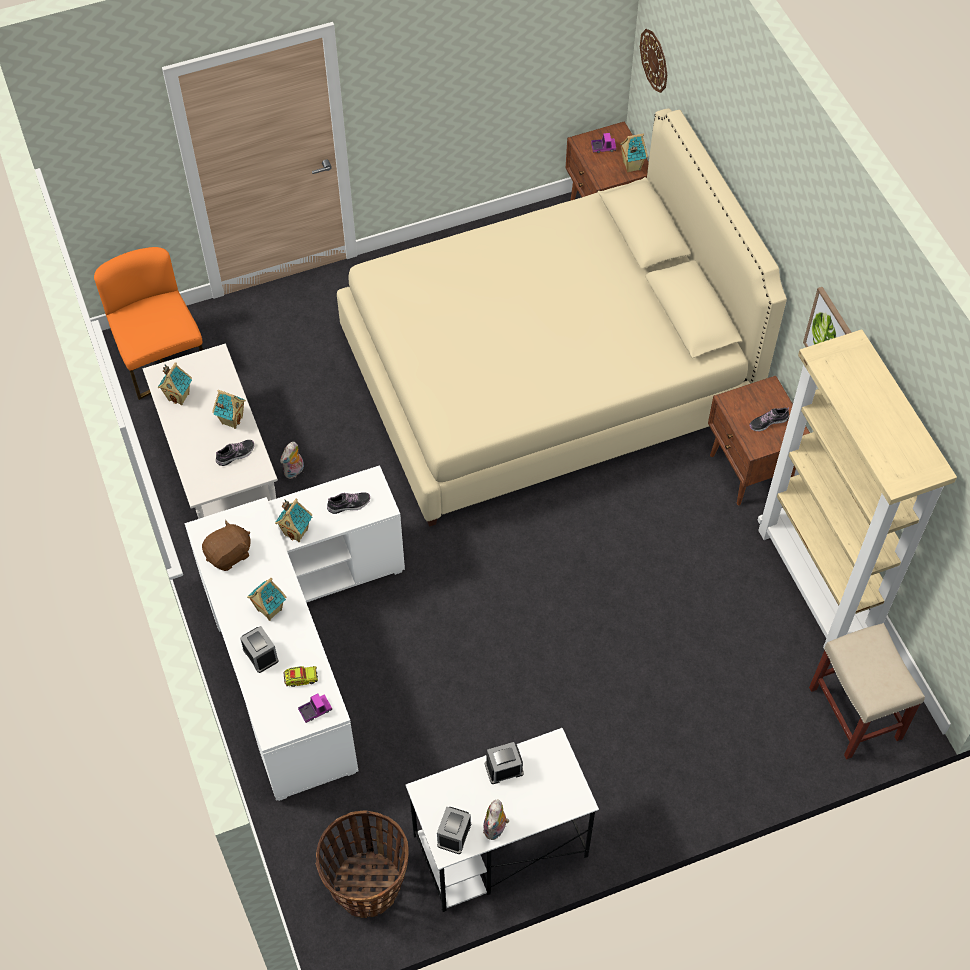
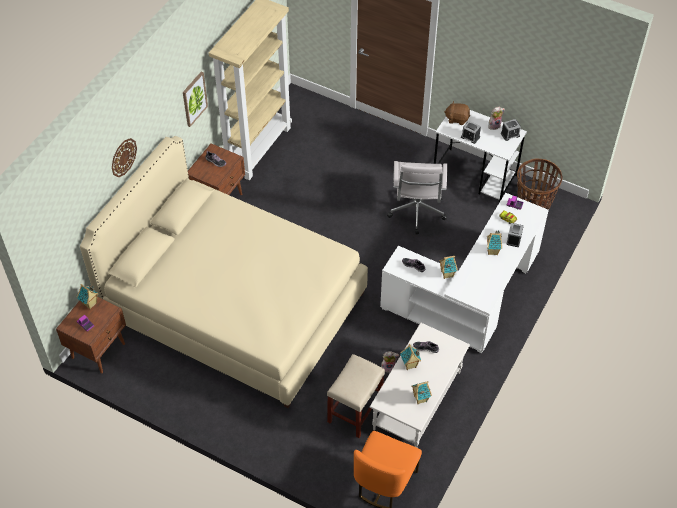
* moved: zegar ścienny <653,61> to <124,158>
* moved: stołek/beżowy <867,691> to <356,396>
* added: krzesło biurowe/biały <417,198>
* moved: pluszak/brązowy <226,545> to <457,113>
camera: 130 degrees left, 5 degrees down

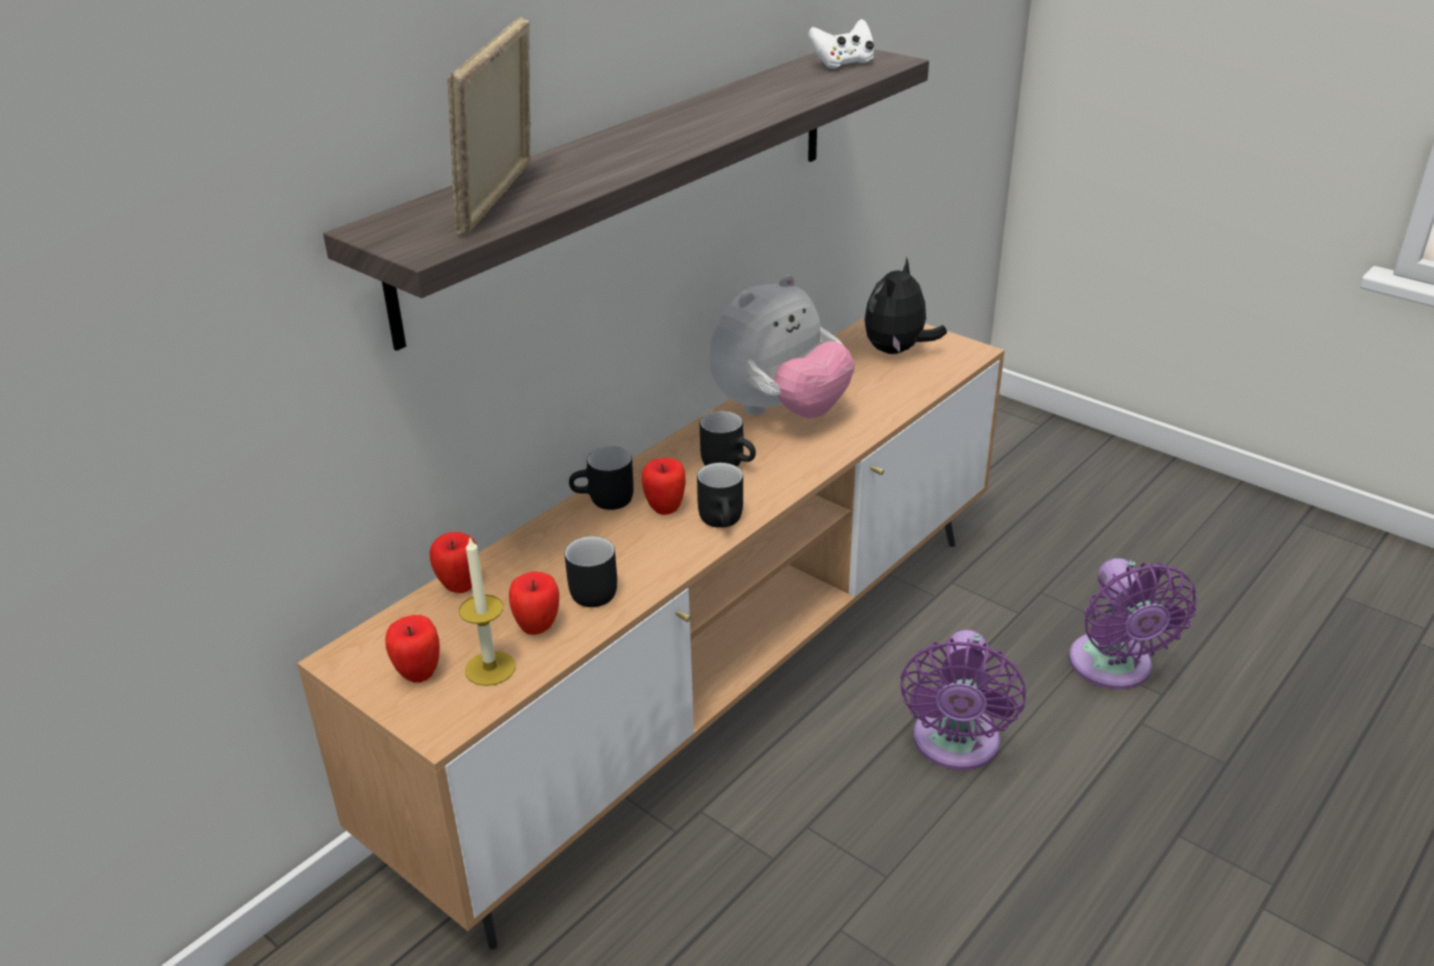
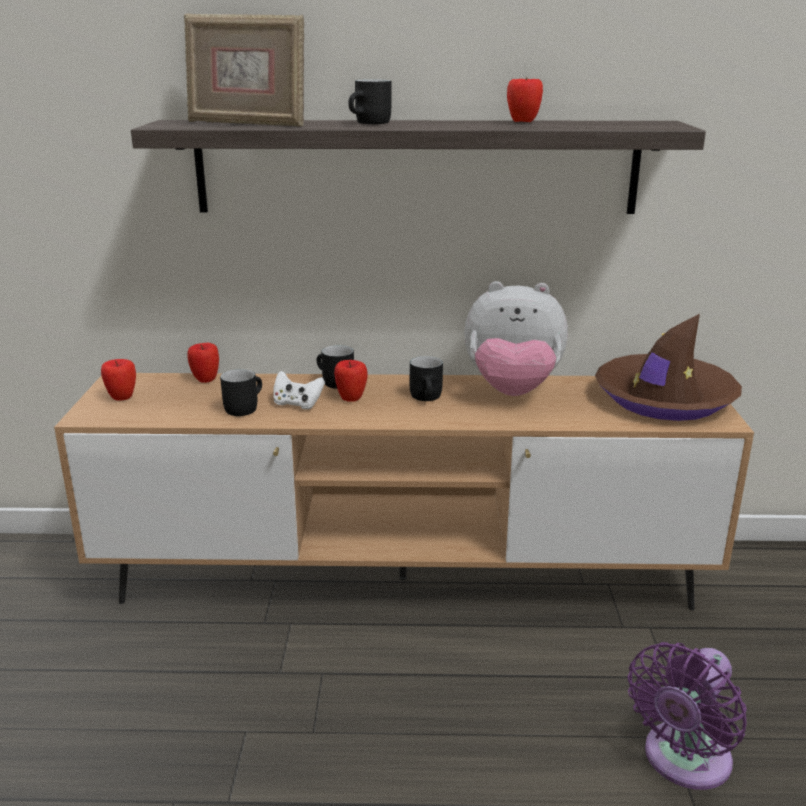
* turned: ramka na zdjęcie <489,126> = <244,70> 135 degrees counterclockwise
* moved: pad do gier/biały <841,44> to <299,390>
* moved: kubek/czarny <720,495> to <369,101>
* moved: jabłko <534,603> to <525,99>
* replaced: pluszak <905,305> to kapelusz/brązowy <668,367>
* removed: świeca <487,612>
* removed: wentylator/fioletowy <963,700>
camera: 50 degrees right, 10 degrees down

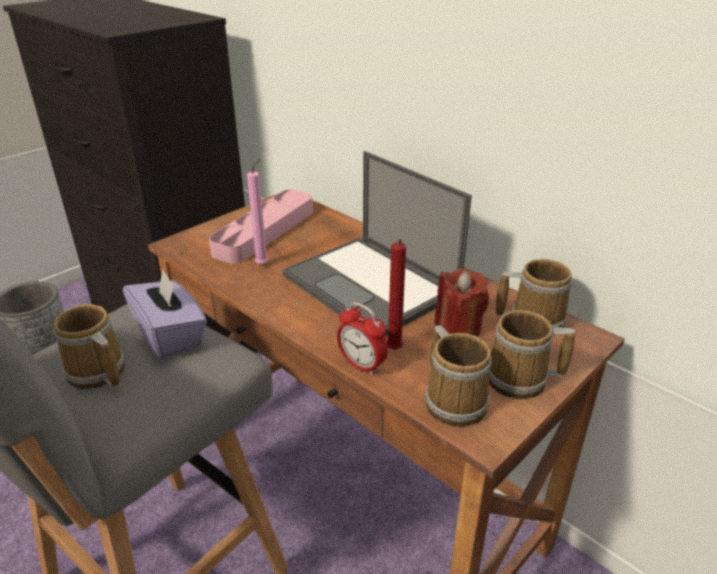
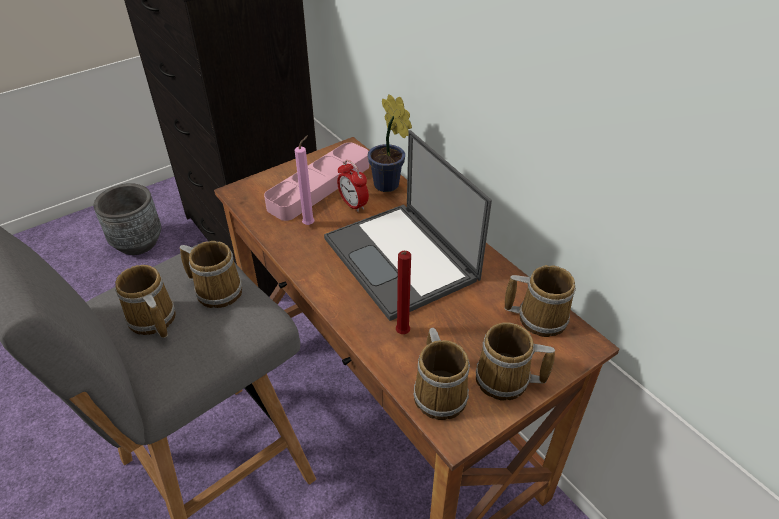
* replaced: pudełko chusteczek/fioletowy <165,314> to kubek <211,274>
* moved: budzik <362,339> to <353,186>
* added: roślina doniczkowa <389,143>
* removed: świeca/czerwony <461,303>
camera: 10 degrees right, 10 degrees up

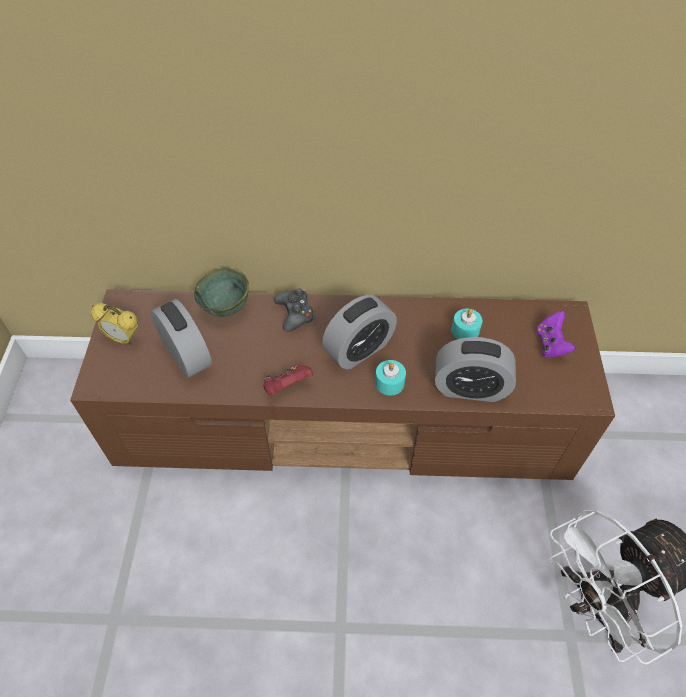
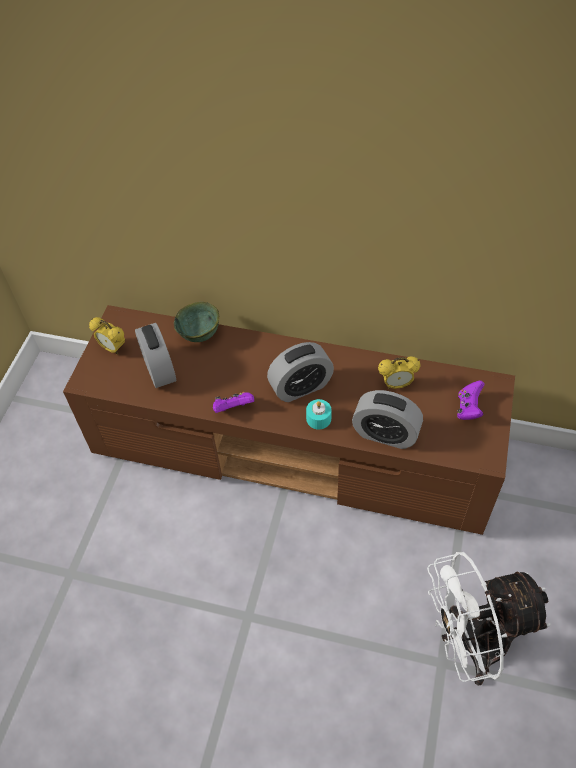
* recoloured: pad do gier/czerwony <288,380> to pad do gier/fioletowy <233,402>
* replaced: świeca/turkusowy <467,323> to budzik <399,373>
* removed: pad do gier/czarny <294,310>
camera: 15 degrees right, 0 degrees up

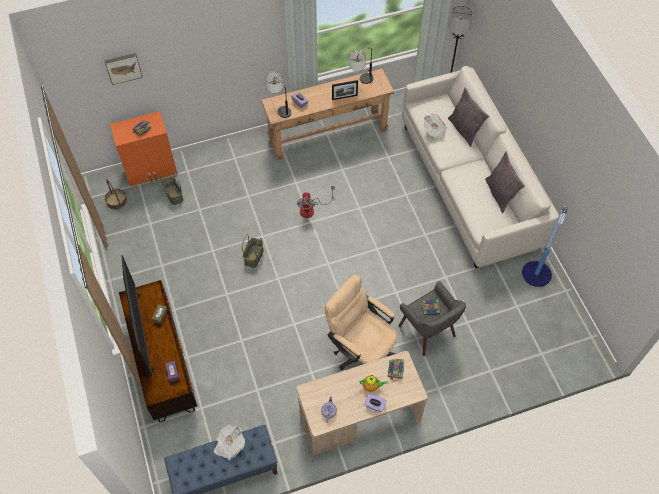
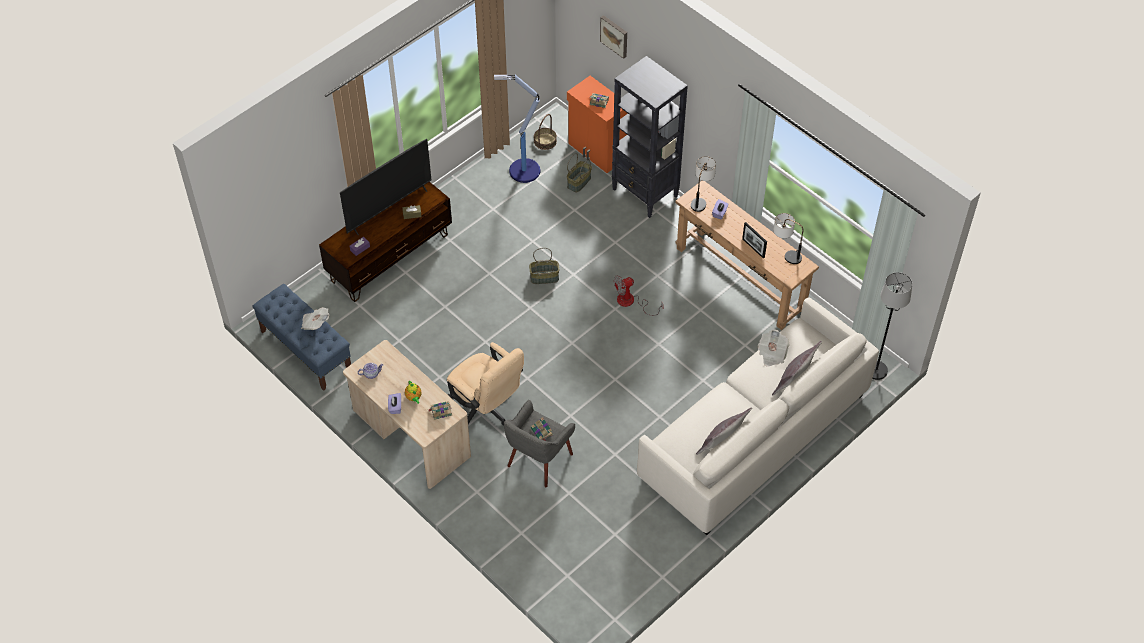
* turned: krzesło biurowe/beżowy <361,322> = <485,384> 120 degrees clockwise
* moved: lampa stojąca <545,246> to <517,129>
* added: regał/czarny <650,137>
camera: 65 degrees right, 5 degrees down

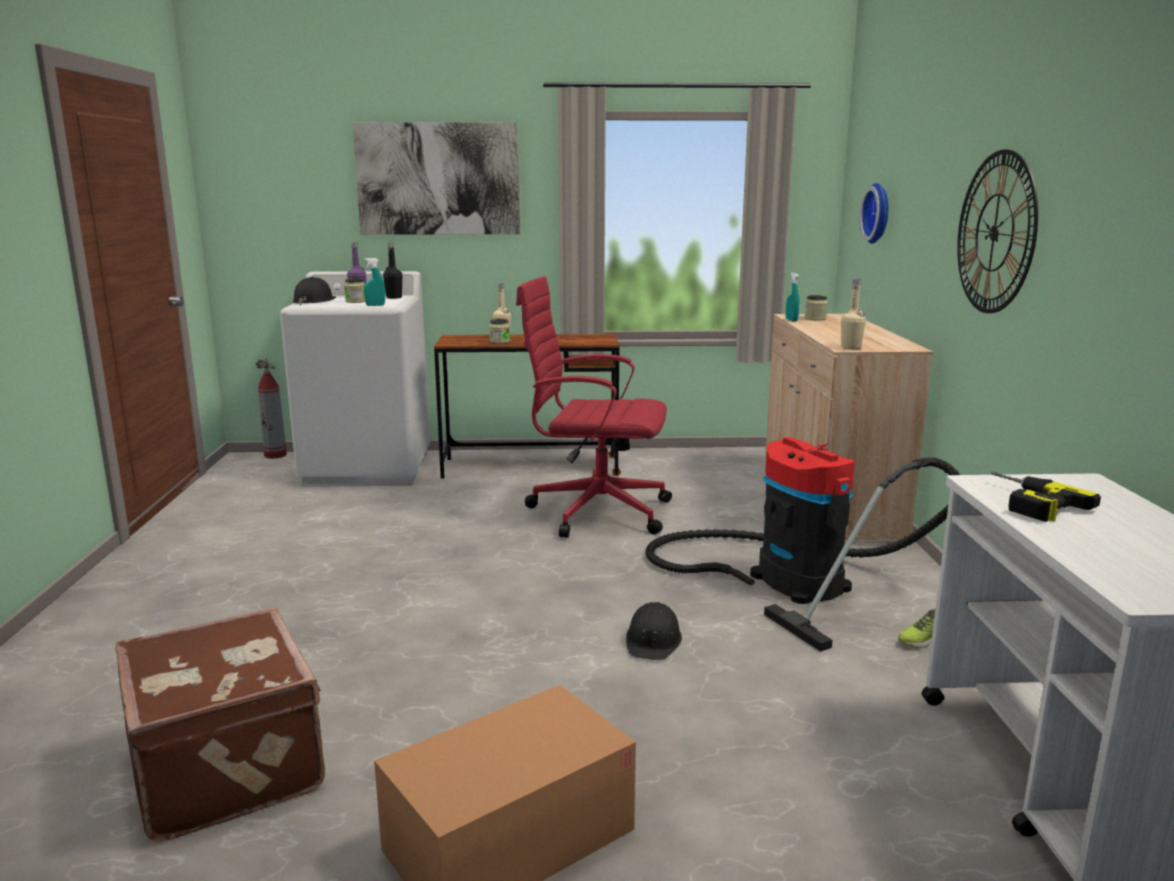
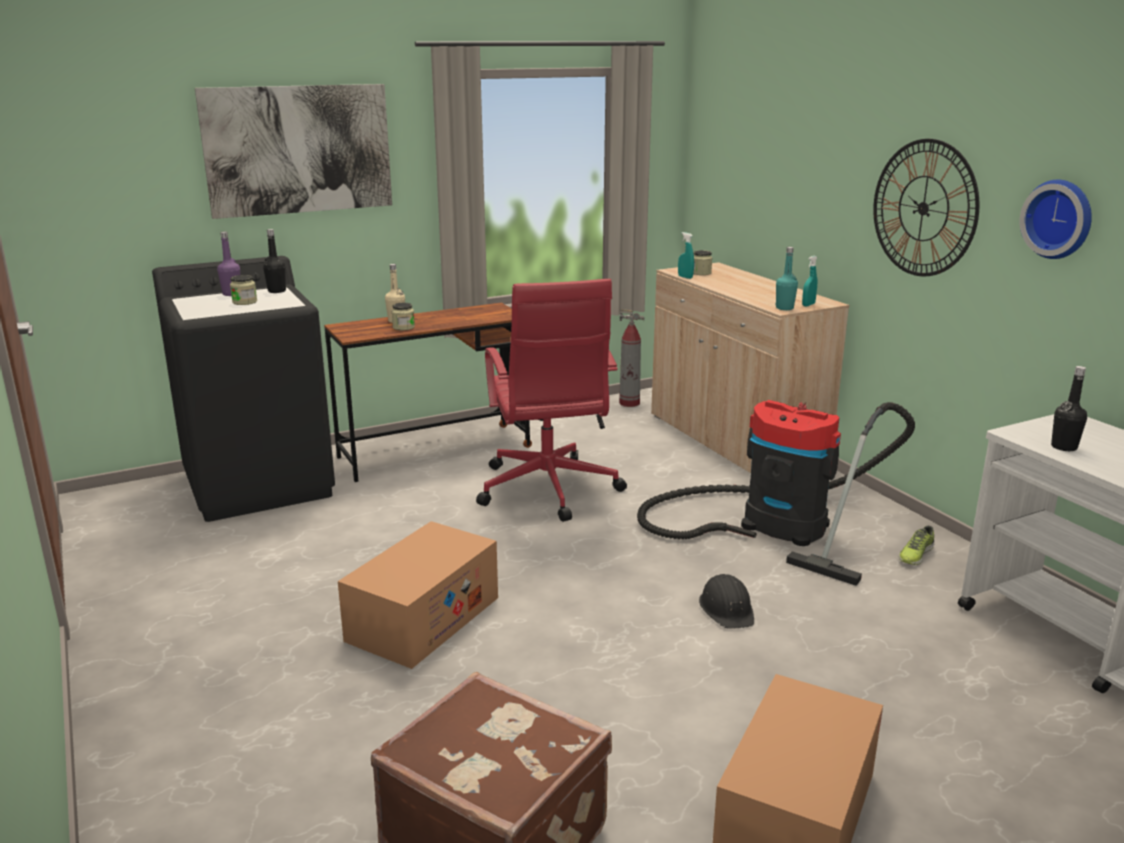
* recoloured: pralka/biały <355,379> to pralka/czarny <243,389>
* added: karton <418,595>
* turned: krzesło biurowe/czerwony <594,407> = <551,400> 90 degrees counterclockwise
* moved: gaśnica <271,407> to <632,358>
* recoloured: butelka/beżowy <853,314> to butelka/turkusowy <786,278>
* moved: spryskiwacz/turkusowy <374,282> to <809,281>
* moved: zegar ścienny <874,213> to <1056,219>
* replaced: wiertarka <1046,496> to butelka/czarny <1069,408>
* removed: kask/czarny <314,291>
camera: 25 degrees left, 5 degrees up

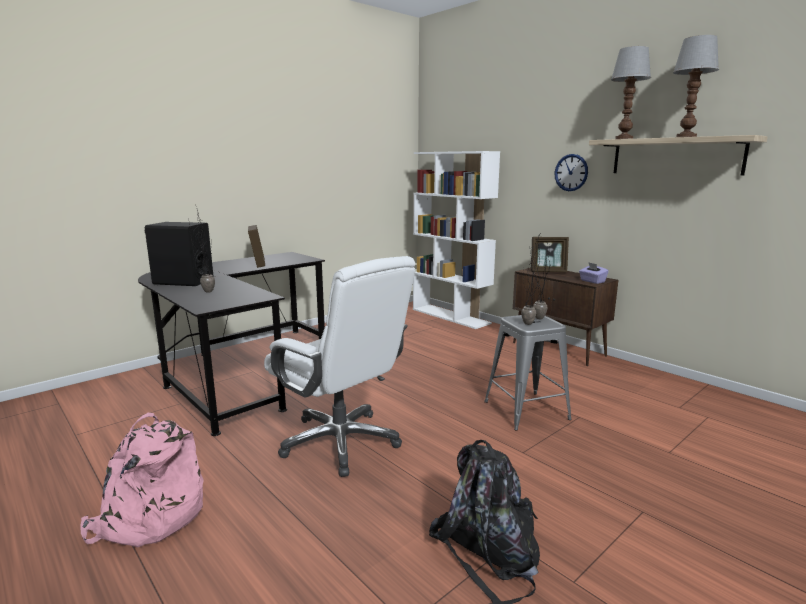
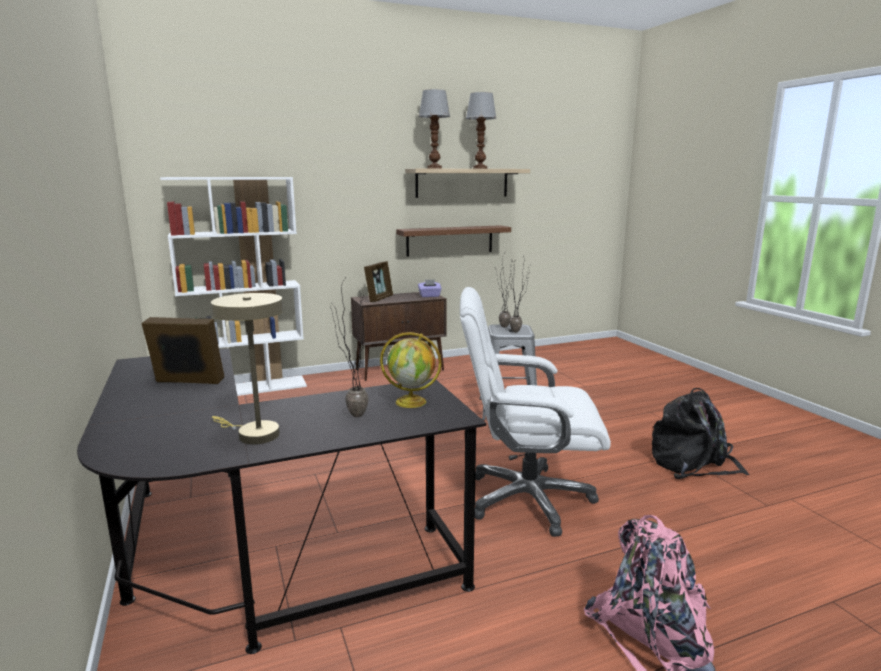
* replaced: głośnik/czarny <179,254> to lampa stołowa/beżowy <247,368>
* added: globus <411,370>
* added: półka/brązowy <453,241>
* turned: krzesło biurowe/biały <339,366> = <535,412> 150 degrees counterclockwise
* removed: zegar ścienny <571,172>
camera: 70 degrees left, 0 degrees up

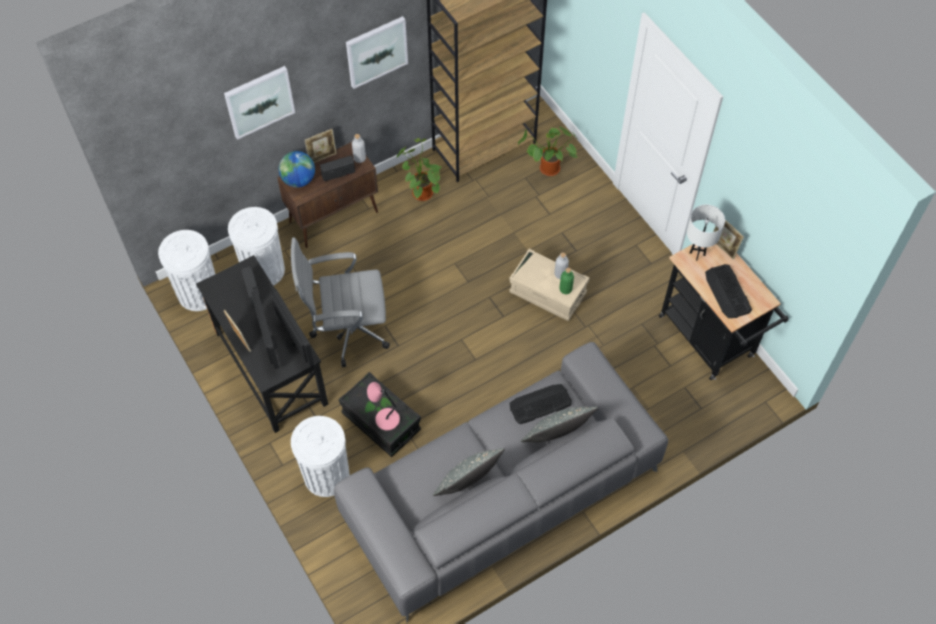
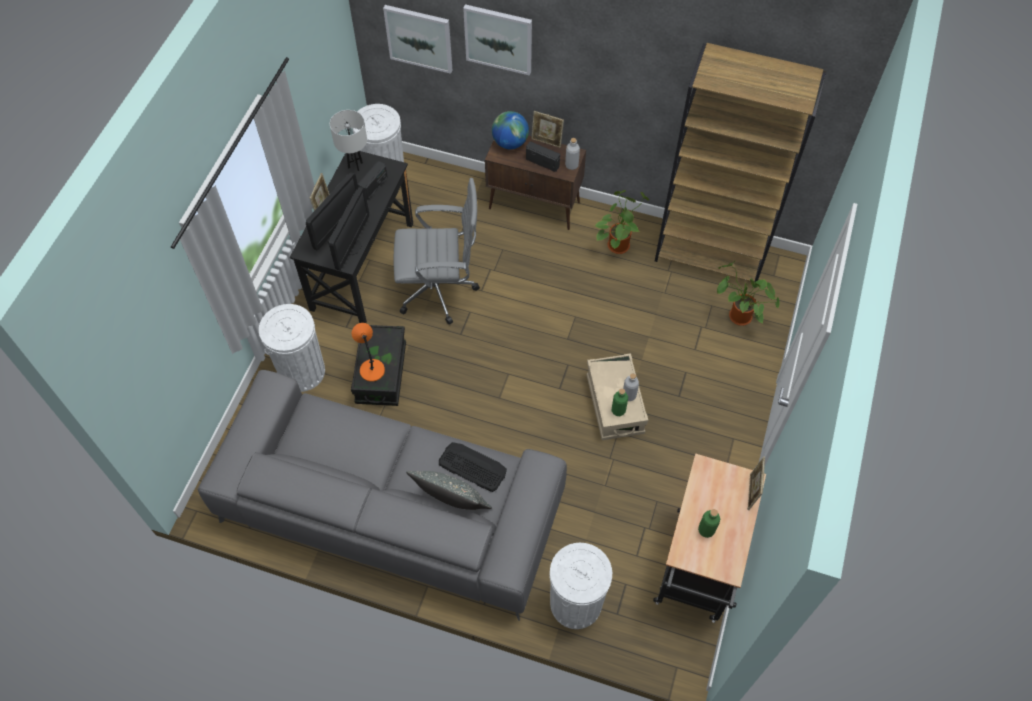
* moved: lampa stołowa/biały <706,233> to <348,140>
* recoloured: lampa stołowa/różowy <383,406> to lampa stołowa/pomarańczowy <368,352>
* moved: obraz <377,52> to <417,39>
* turned: krzesło biurowe/szary <340,302> = <437,251> 135 degrees clockwise
* moved: kosz na śmieci/biały <256,246> to <581,586>
* replaced: klawiatura <728,291> to butelka/zielony <709,523>
* removed: poduszka/szary <468,472>
camera: 50 degrees right, 0 degrees up

